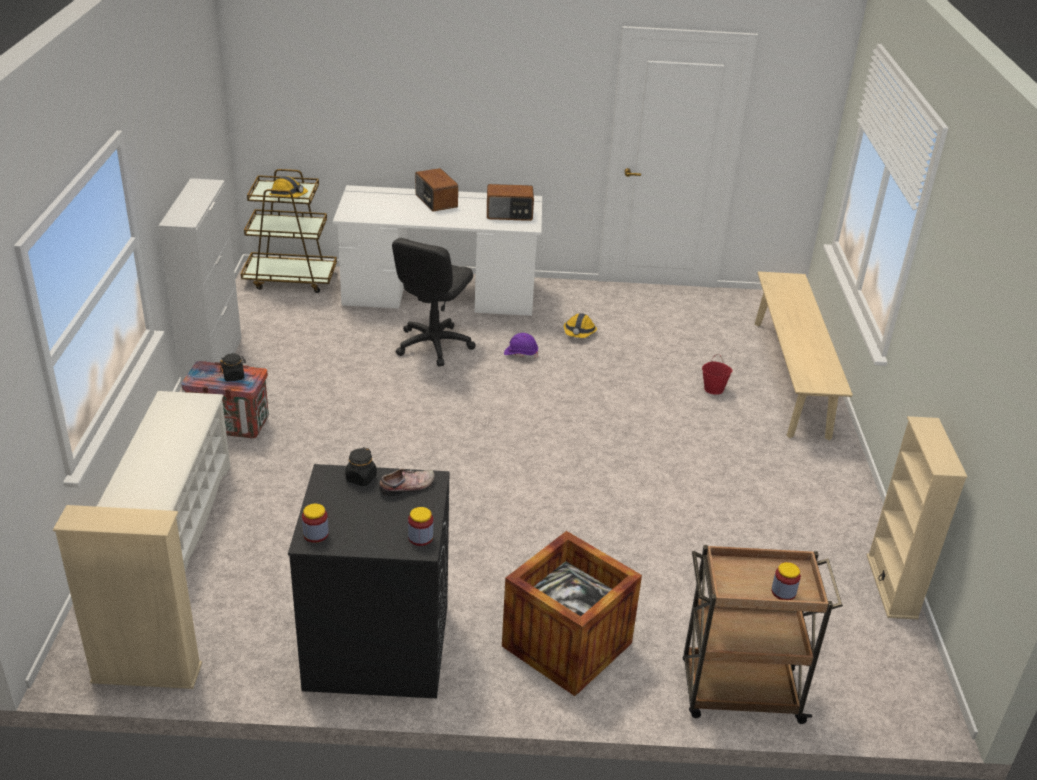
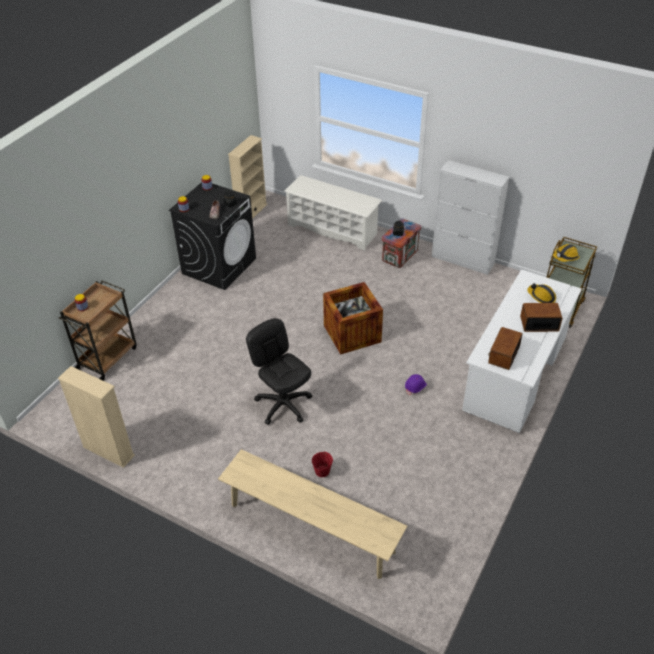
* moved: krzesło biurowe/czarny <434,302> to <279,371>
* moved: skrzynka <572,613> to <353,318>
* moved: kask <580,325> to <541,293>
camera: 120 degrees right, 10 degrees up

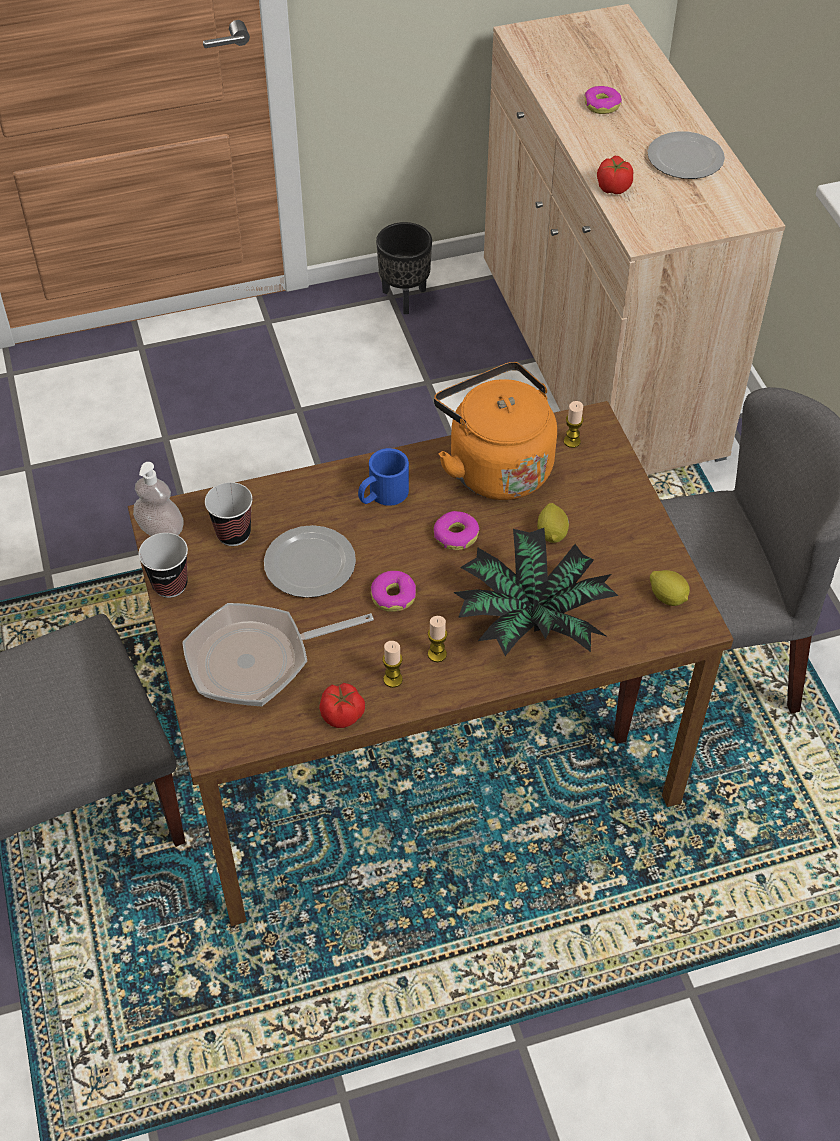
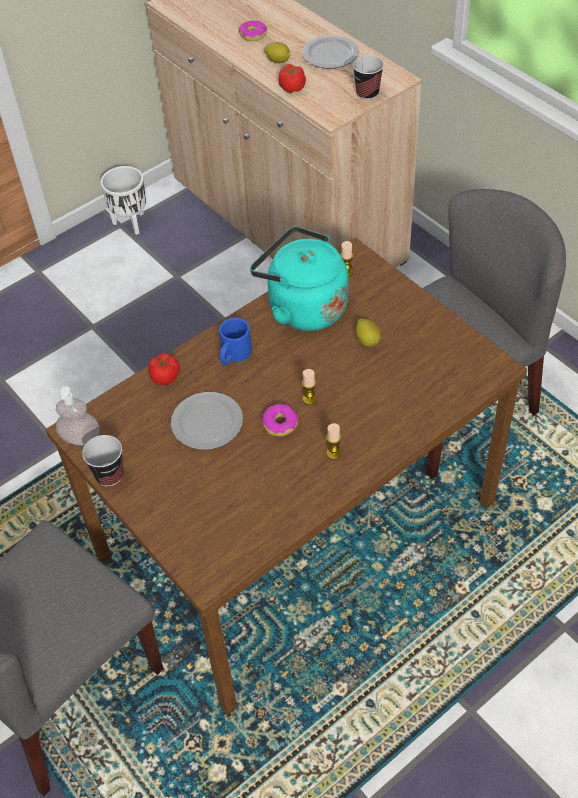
* recoloured: donica/czarny <404,268> to donica/biały <123,200>
* moved: pomidor <342,705> to <164,369>
* recoloured: czajnik/pomarańczowy <495,431> to czajnik/turkusowy <299,278>
* moved: cytryna <670,588> to <277,52>
* moved: świeca <392,664> to <309,387>
* moved: filiżanka <229,514> to <368,77>
* removed: patelnia <278,655>
* removed: donut <456,530>
* removed: roślina doniczkowa <535,592>
camera: 20 degrees left, 0 degrees up

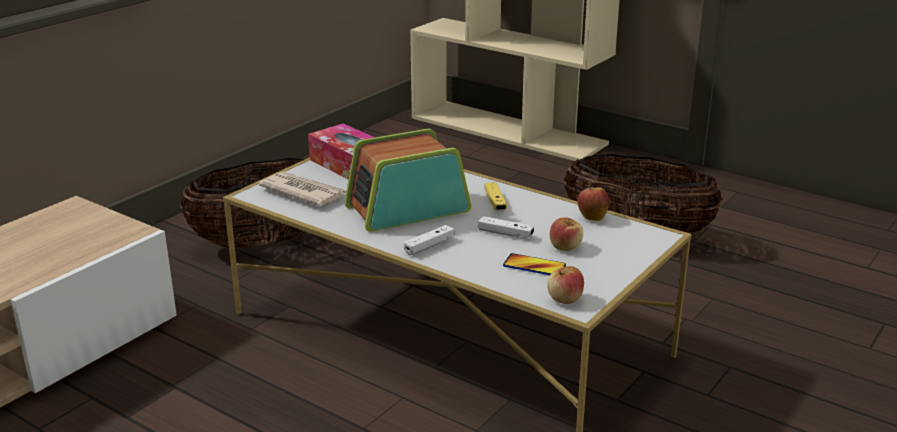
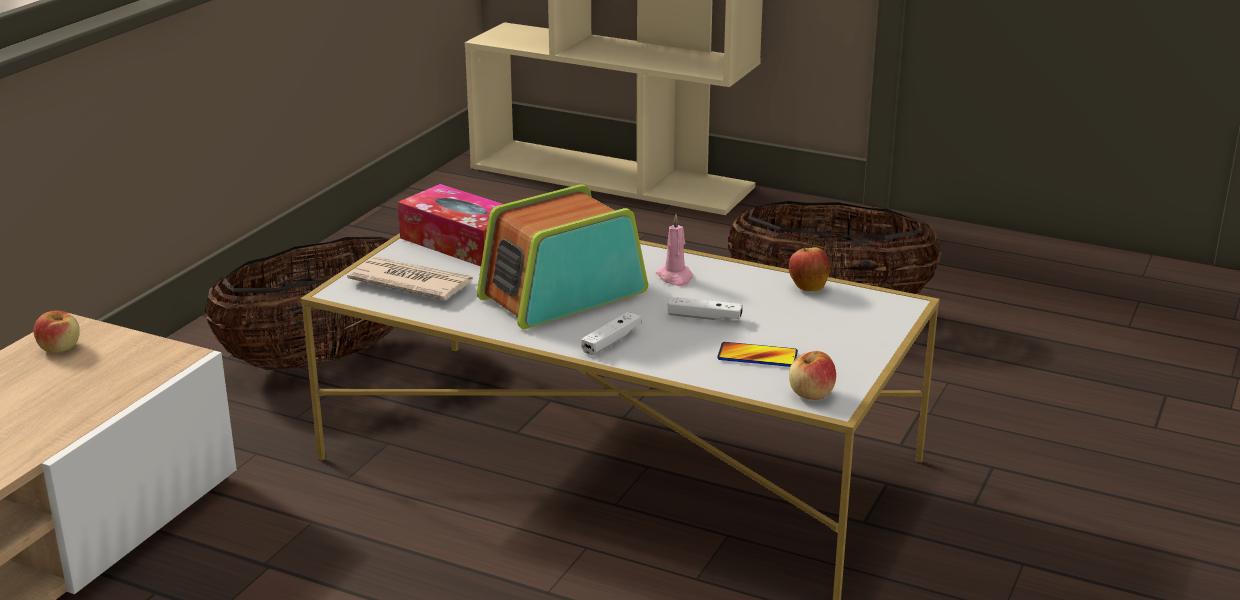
* moved: jabłko <566,234> to <56,331>
* replaced: pad do gier/żółty <496,196> to świeca/różowy <674,250>
camera: 10 degrees left, 0 degrees up

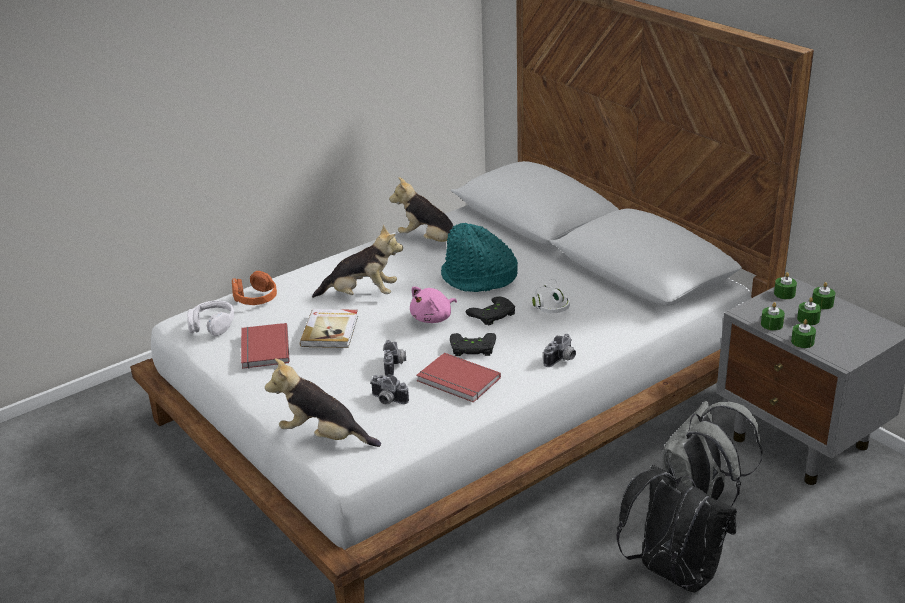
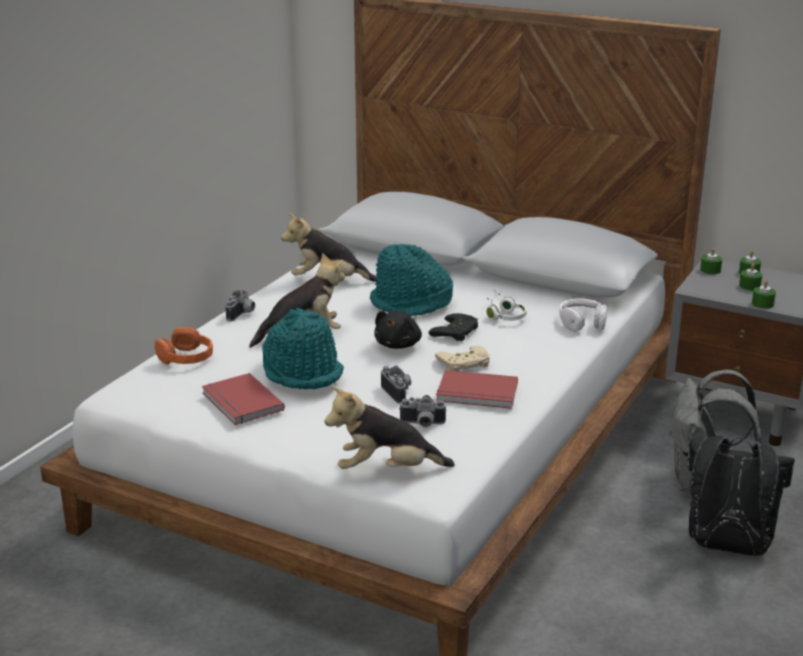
* moved: aparat fotograficzny <560,350> to <240,305>
* replaced: książka <329,328> to kapelusz/turkusowy <303,348>
* recoloured: pluszak/różowy <433,304> to pluszak/czarny <398,330>
* recoloured: pad do gier/czarny <473,344> to pad do gier/beżowy <462,358>
* moved: słuchawki/biały <210,318> to <583,315>
* removed: świeca/zielony <773,316>
camera: 25 degrees left, 5 degrees down

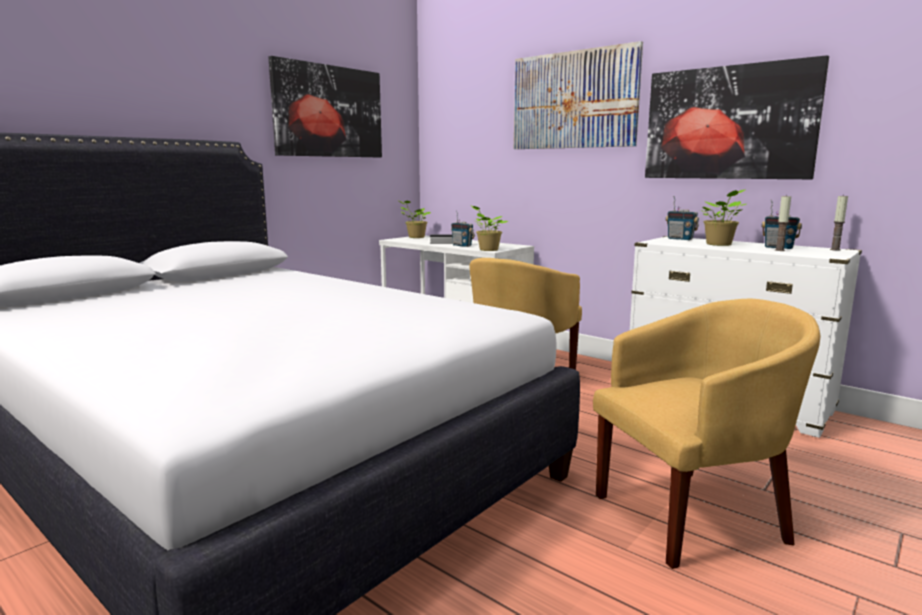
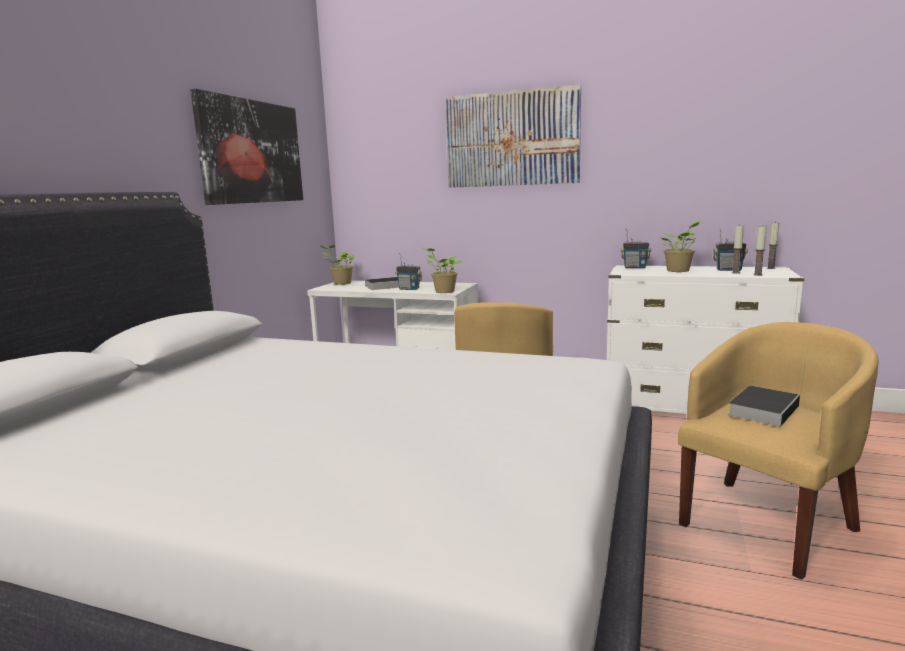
* added: książka <764,406>
* added: świeca <760,250>
* removed: obraz <737,117>
camera: 20 degrees left, 0 degrees up

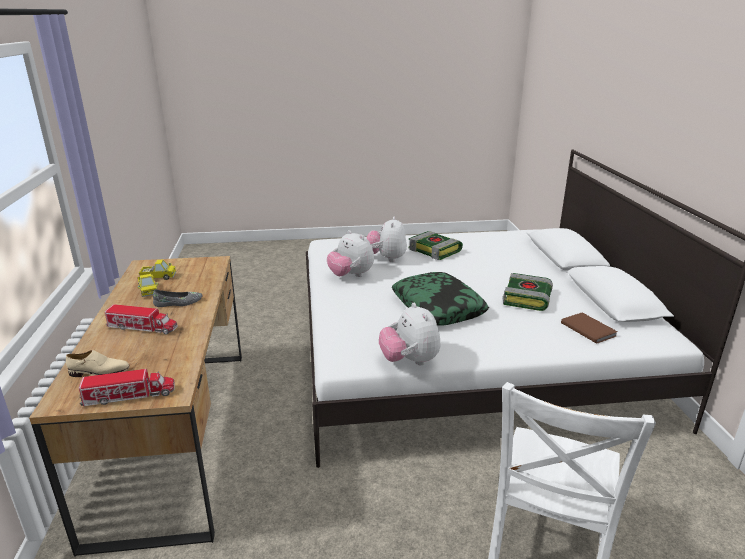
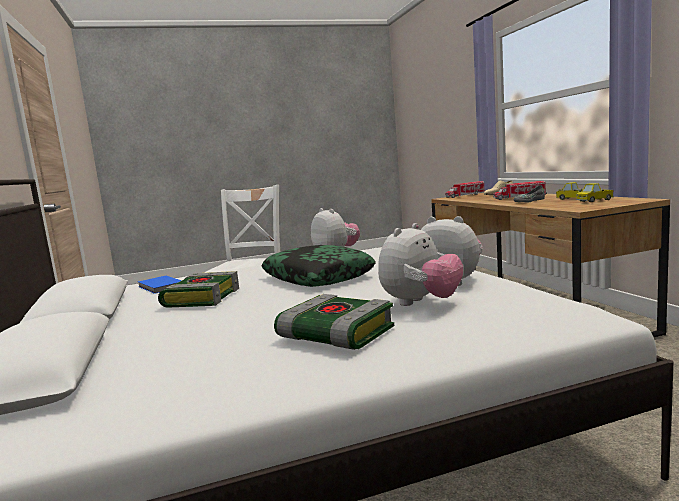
* recoloured: książka/brązowy <589,328> to książka/niebieski <160,285>
* turned: pluszak <387,239> = <420,264> 45 degrees clockwise
camera: 170 degrees right, 15 degrees down

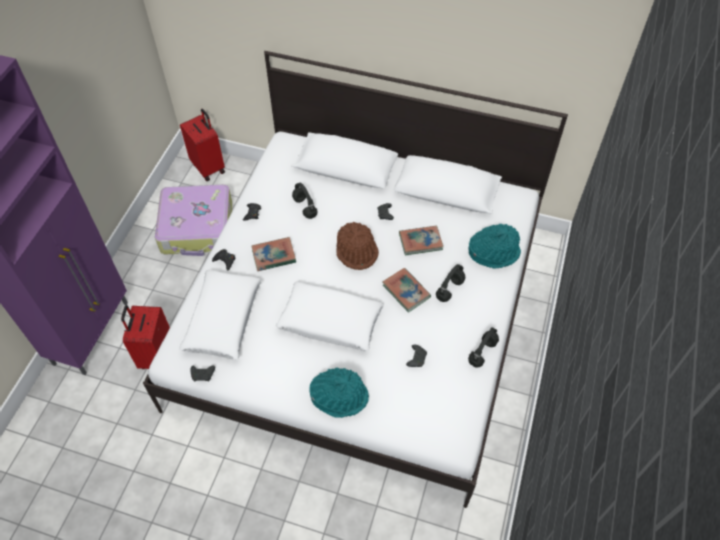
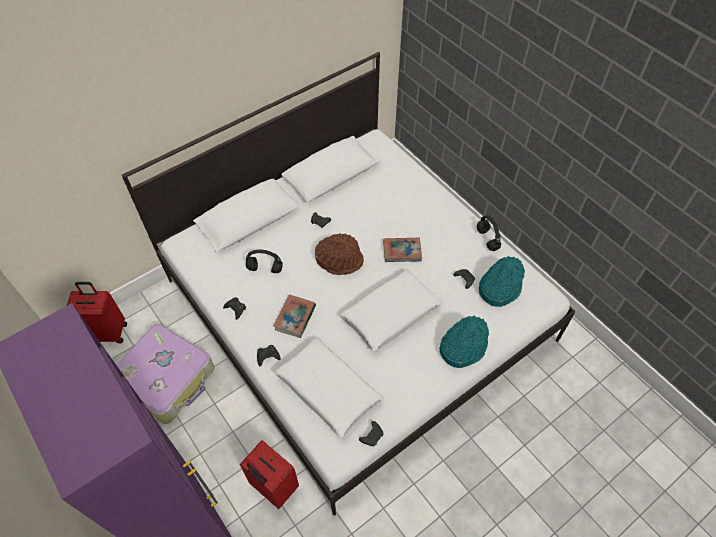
* moved: kapelusz/turkusowy <494,246> to <502,281>
* removed: książka <421,240>
* removed: słuchawki/czarny <450,283>
camera: 55 degrees left, 0 degrees up

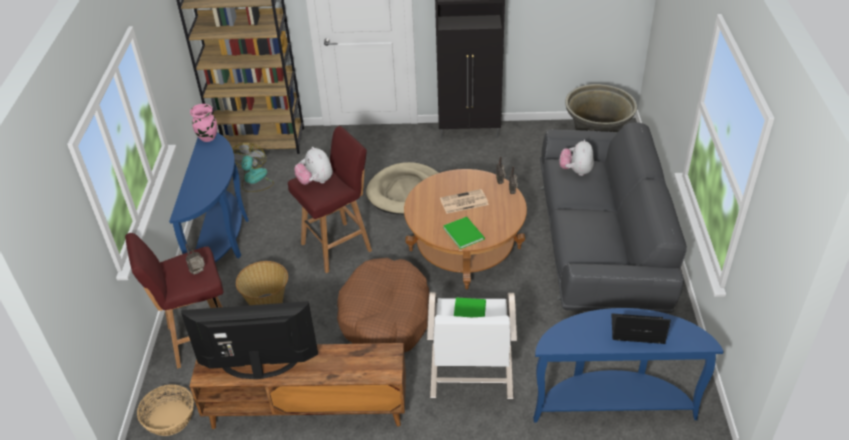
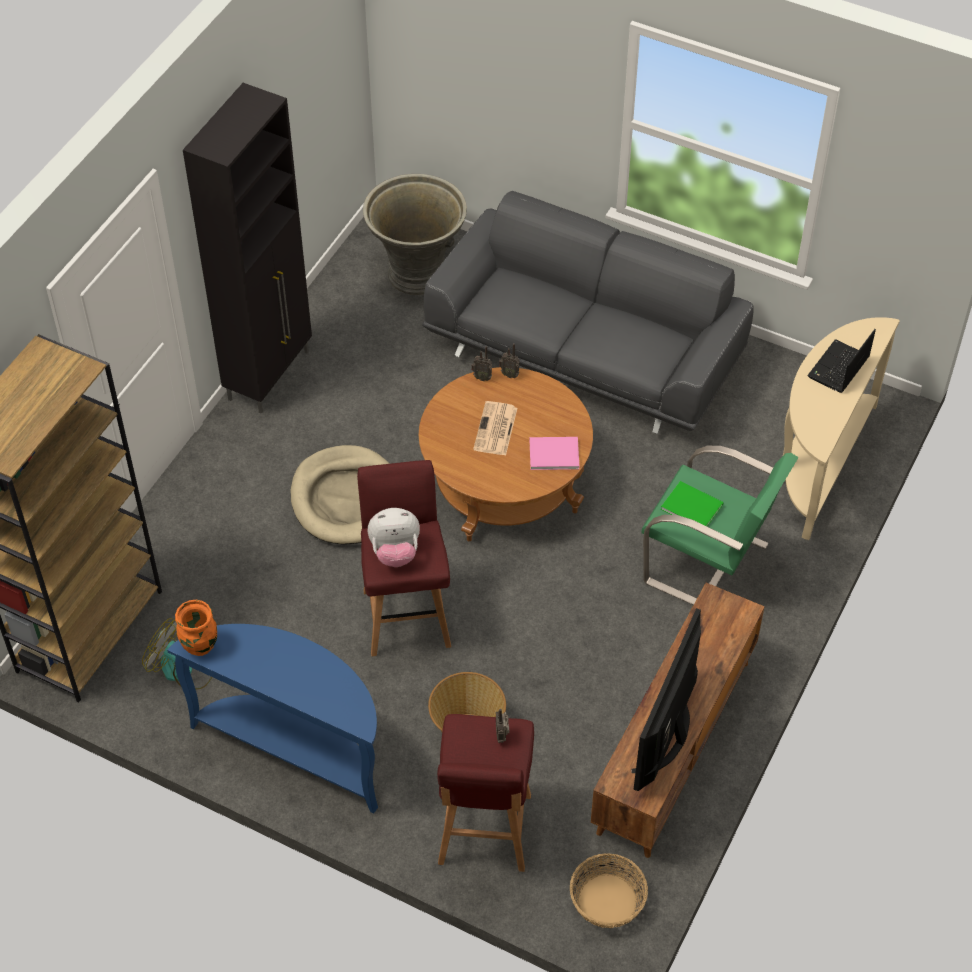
* recoloured: wazon/różowy <203,123> to wazon/pomarańczowy <196,628>
* recoloured: książka/zielony <464,233> to książka/różowy <554,453>
* recoloured: fotel/biały <472,346> to fotel/zielony <720,525>
* recoloured: stolik konsolowy/niebieski <628,365> to stolik konsolowy/beżowy <841,428>
* removed: legowisko/brązowy <383,305>
* removed: pluszak <577,157>
camera: 65 degrees left, 10 degrees up

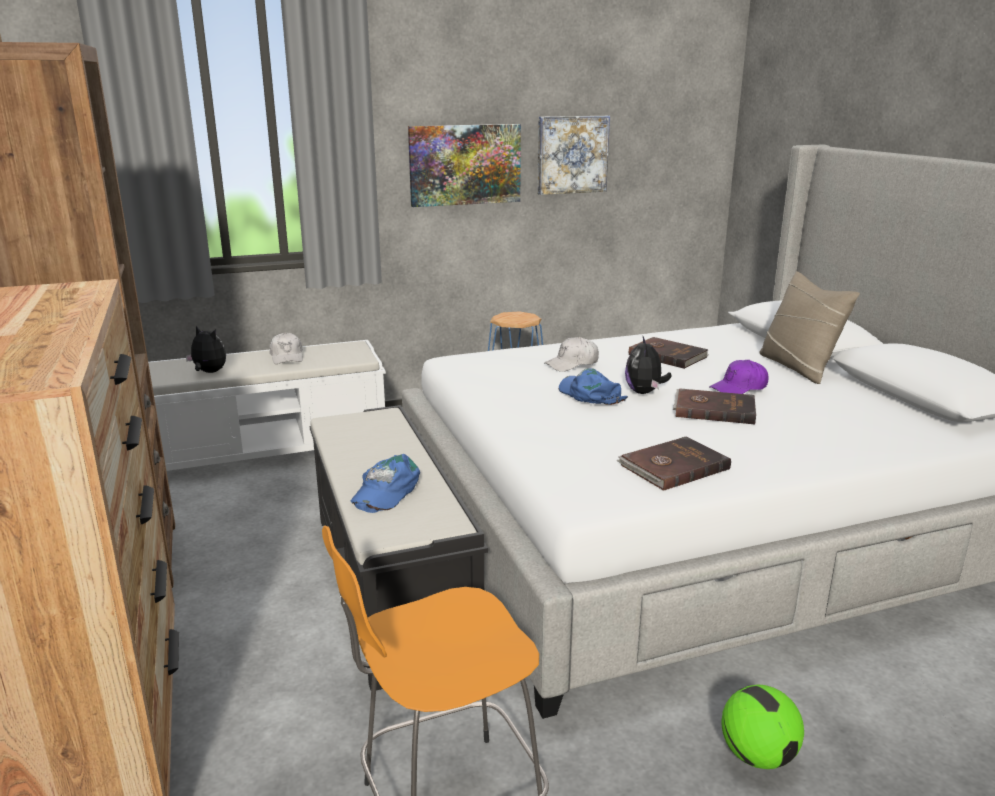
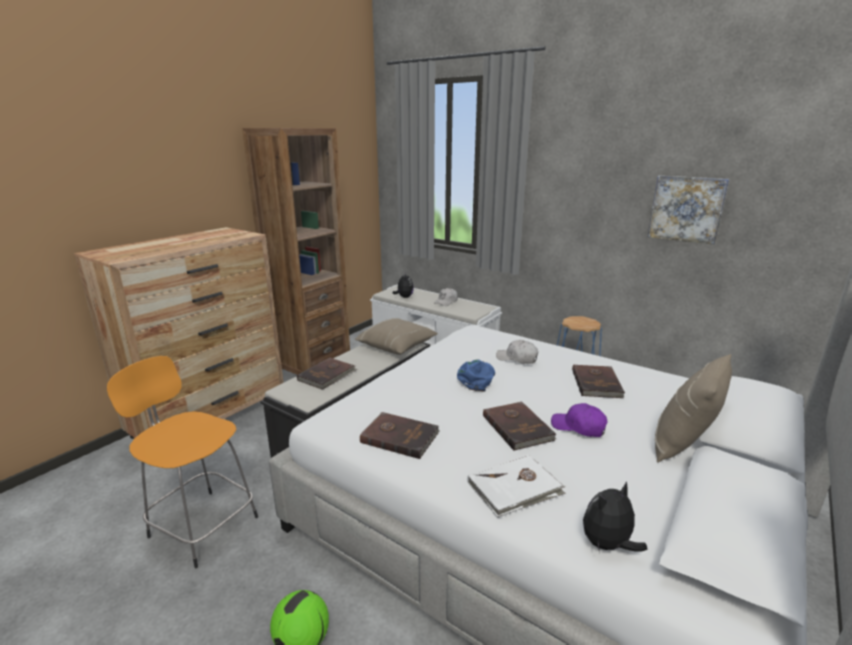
* replaced: czapka z daszkiem/niebieski <385,483> to książka/brązowy <327,374>
* added: poduszka/beżowy <396,336>
* added: książka/biały <516,486>
* moved: pluszak <648,365> to <615,517>
* removed: obraz <464,165>
camera: 55 degrees right, 0 degrees up

